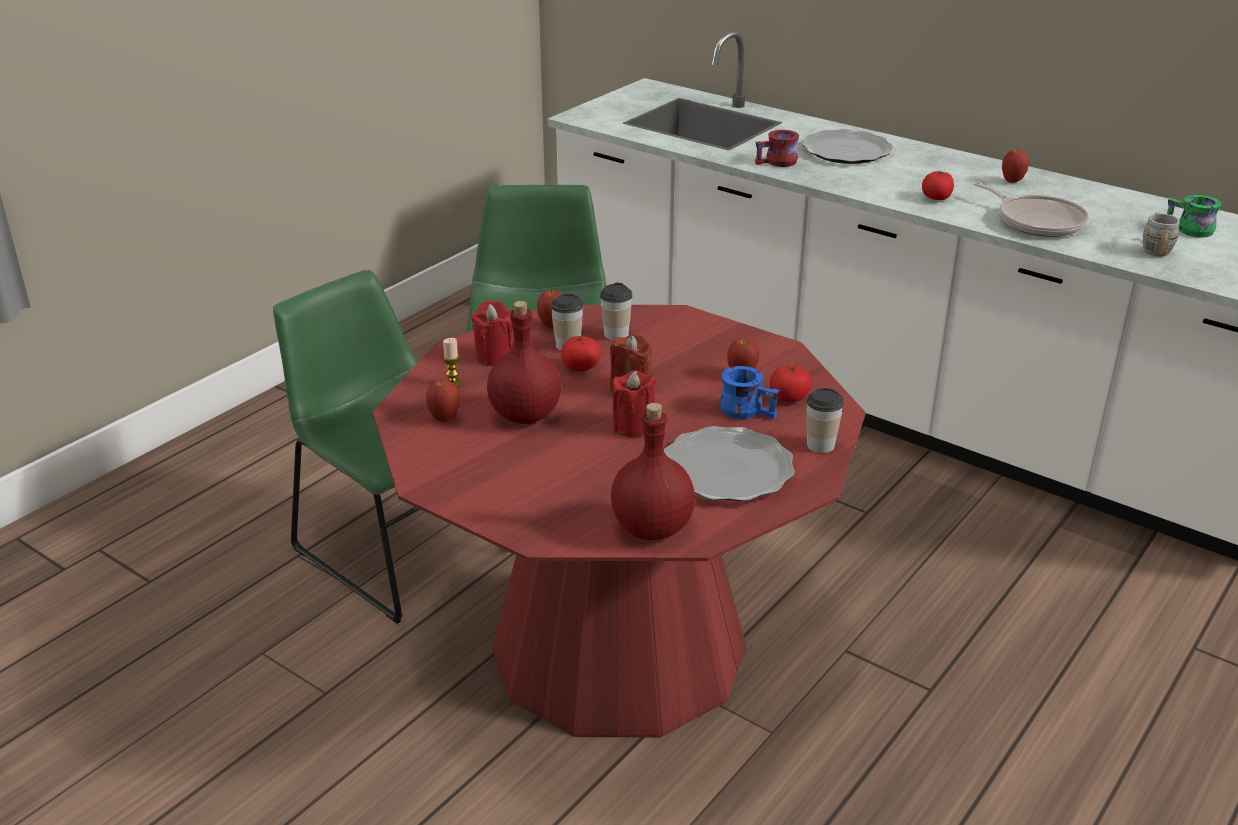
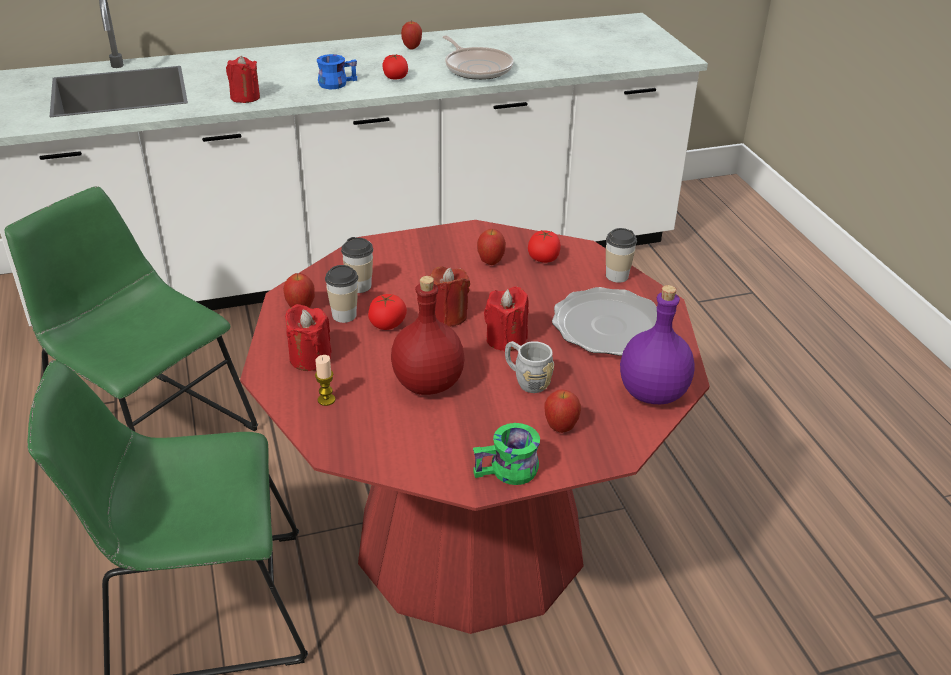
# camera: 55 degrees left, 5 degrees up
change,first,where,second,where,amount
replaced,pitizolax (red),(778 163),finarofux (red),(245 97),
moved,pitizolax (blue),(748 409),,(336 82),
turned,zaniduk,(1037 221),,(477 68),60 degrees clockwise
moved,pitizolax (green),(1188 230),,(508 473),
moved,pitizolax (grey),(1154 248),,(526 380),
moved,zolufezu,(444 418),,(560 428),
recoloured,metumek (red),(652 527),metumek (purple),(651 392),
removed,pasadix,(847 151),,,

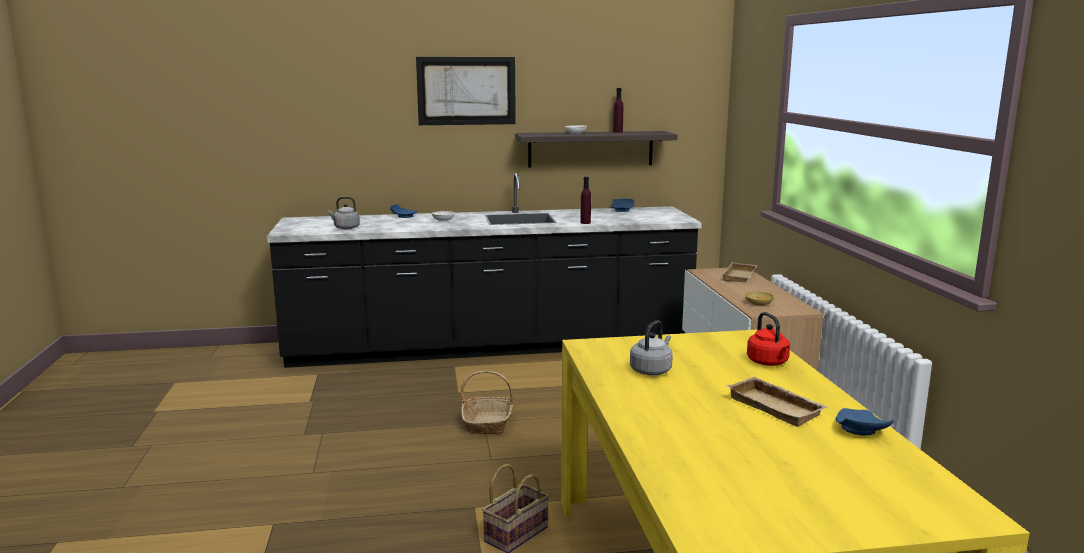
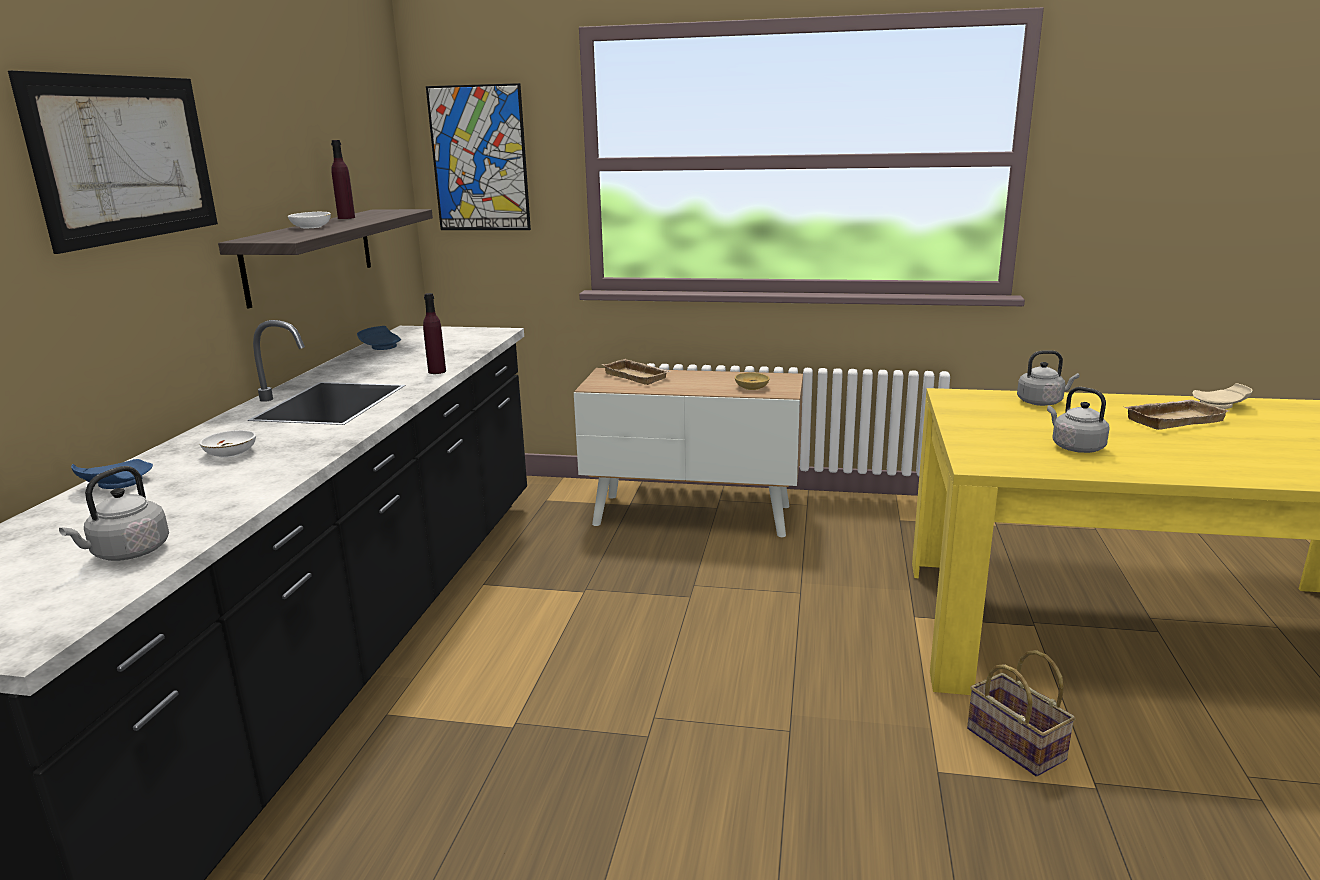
# camera: 70 degrees left, 5 degrees up
change,first,where,second,where,amount
added,,,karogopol,(479 159),
recoloured,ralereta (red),(768 363),ralereta (grey),(1042 402),
recoloured,pasadix (blue),(859 431),pasadix (beige),(1220 405),
removed,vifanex,(488 423),,,

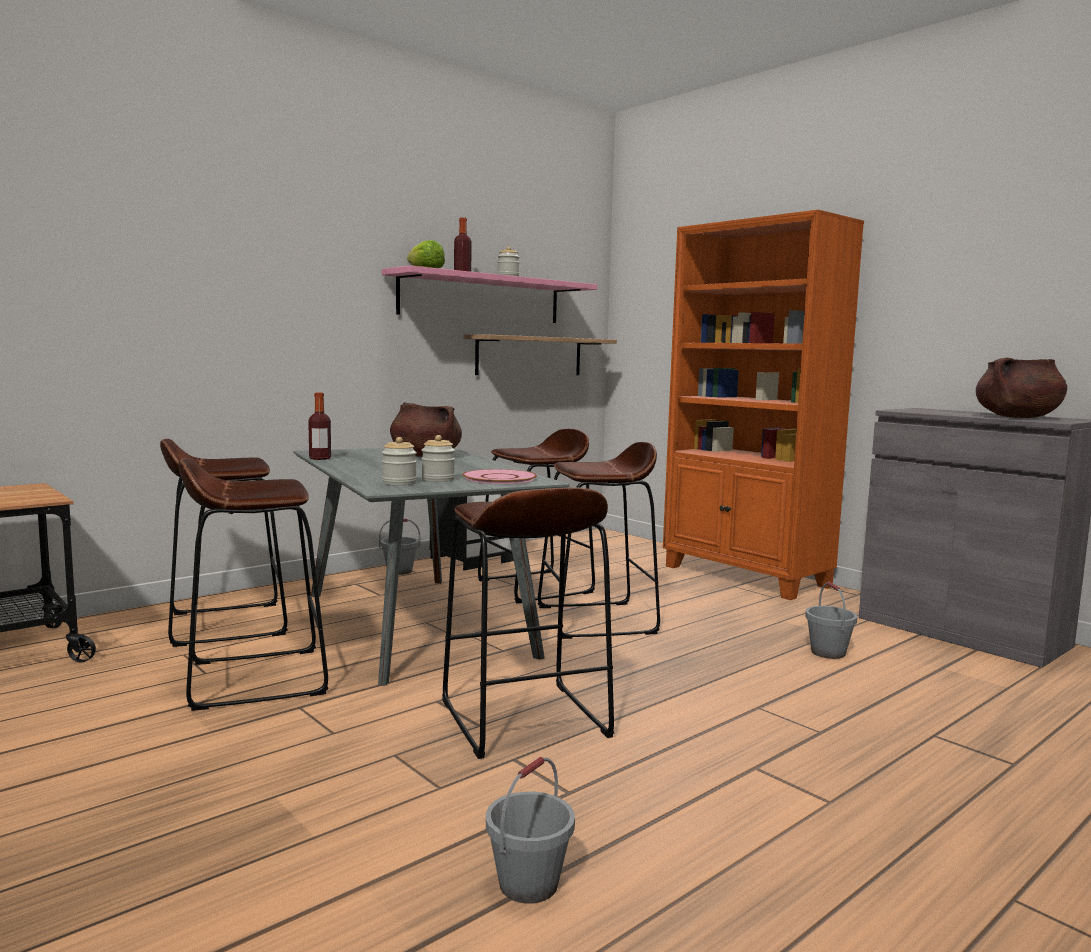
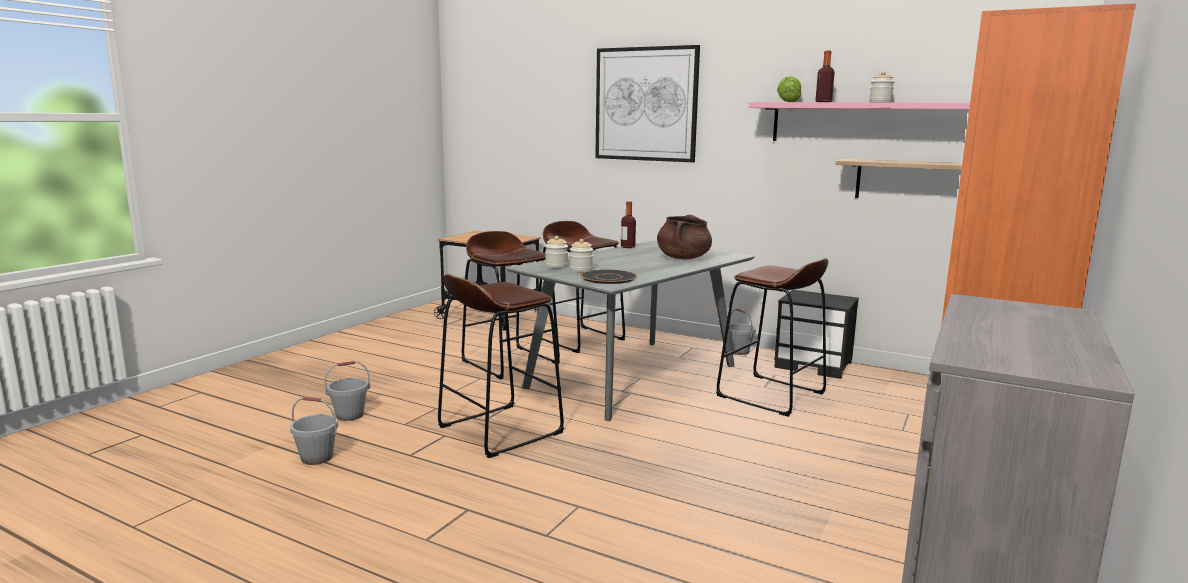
# camera: 70 degrees right, 5 degrees up
change,first,where,second,where,amount
moved,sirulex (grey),(827 652),,(350 415),
recoloured,pasadix (pink),(499 478),pasadix (black),(608 278),
added,,,karogopol,(646 104),
removed,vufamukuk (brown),(596 620),,,
removed,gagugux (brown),(1017 417),,,

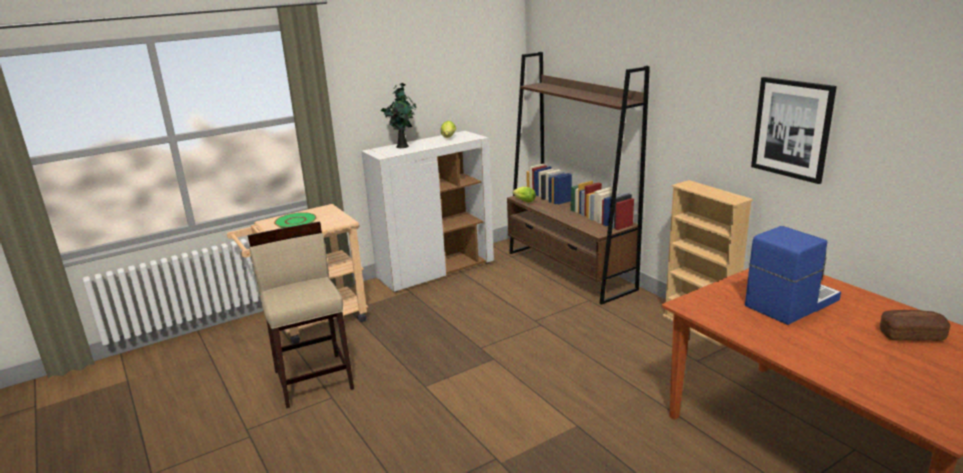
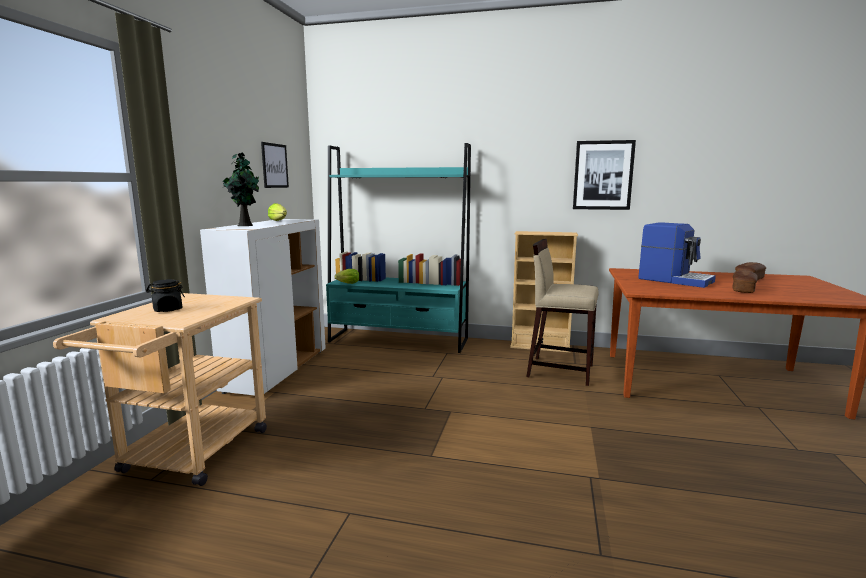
# camera: 45 degrees left, 10 degrees down
change,first,where,second,where,amount
replaced,pasadix (green),(296 221),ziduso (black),(167 309),
added,,,karogopol,(274 165),
recoloured,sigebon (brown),(569 270),sigebon (turquoise),(398 340),
moved,vufamukuk (beige),(314 379),,(559 370),
turned,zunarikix,(790 303),,(675 280),120 degrees clockwise
added,,,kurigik,(743 289),

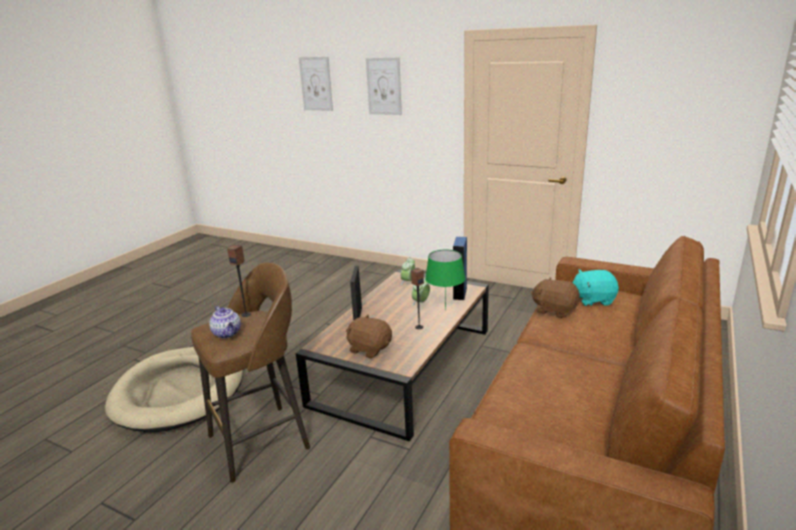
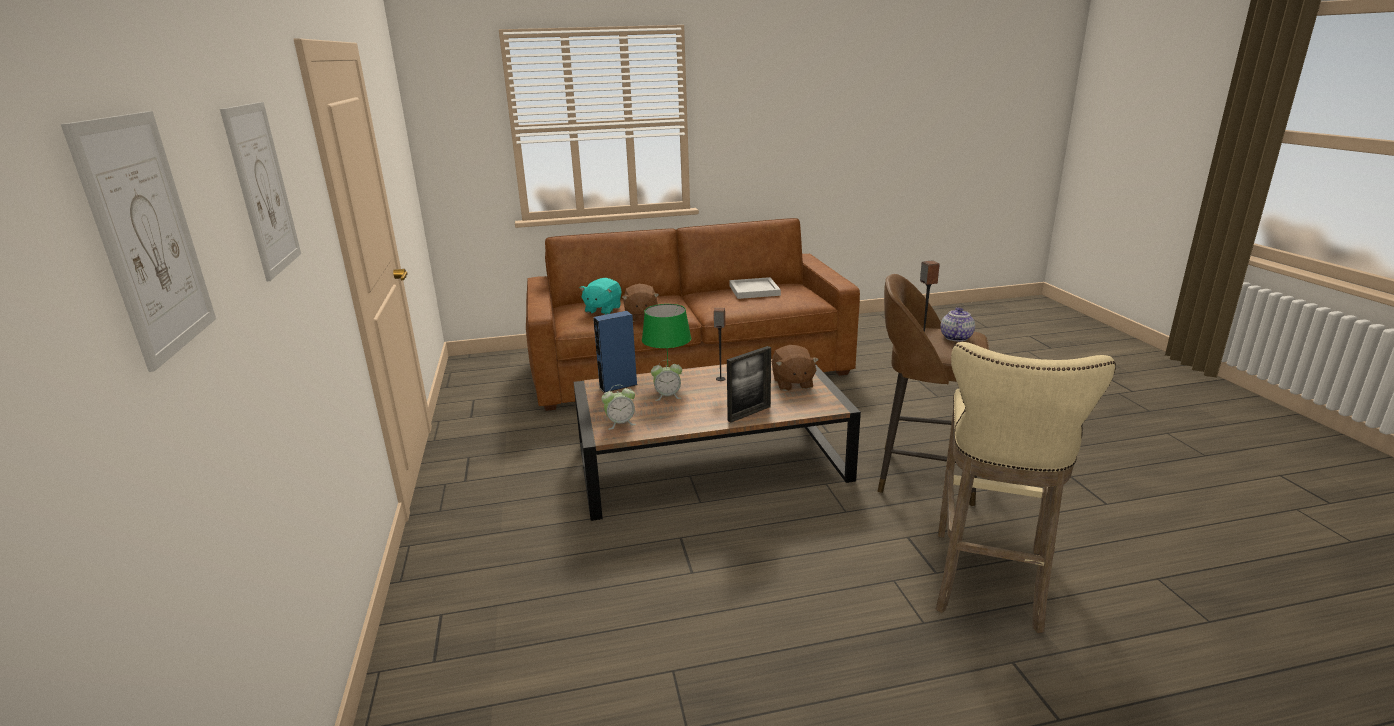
# camera: 130 degrees left, 0 degrees up
change,first,where,second,where,amount
turned,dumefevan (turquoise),(593 300),,(602 310),60 degrees clockwise
added,,,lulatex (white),(753 291),
replaced,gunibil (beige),(180 391),vufamukuk (beige),(988 584),

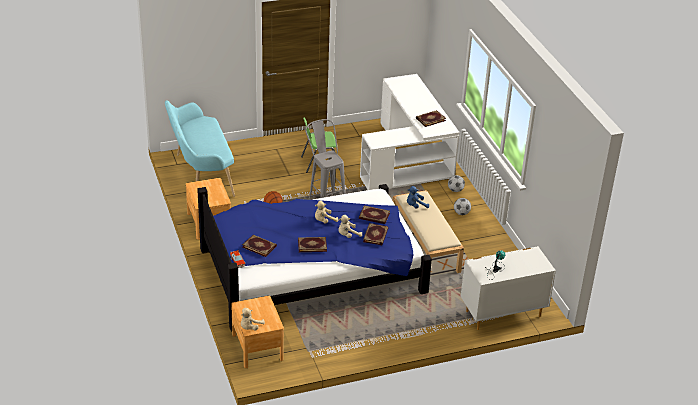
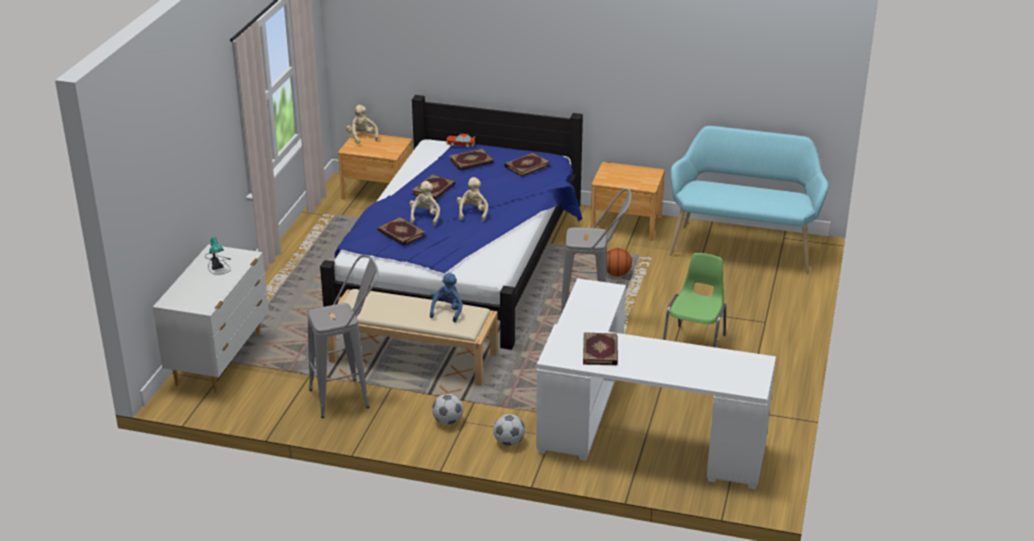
# camera: 125 degrees right, 5 degrees down
change,first,where,second,where,amount
added,,,vufamukuk (grey),(349 396),
moved,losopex,(374 216),,(526 166),

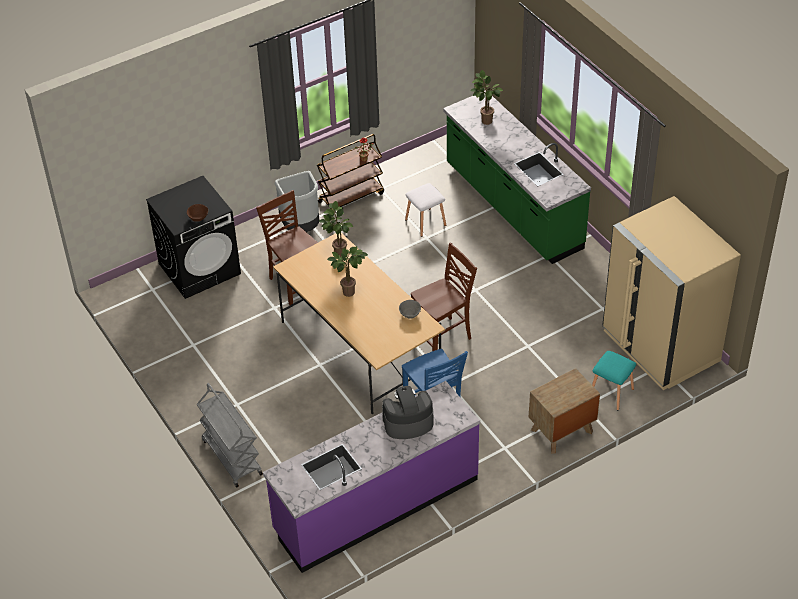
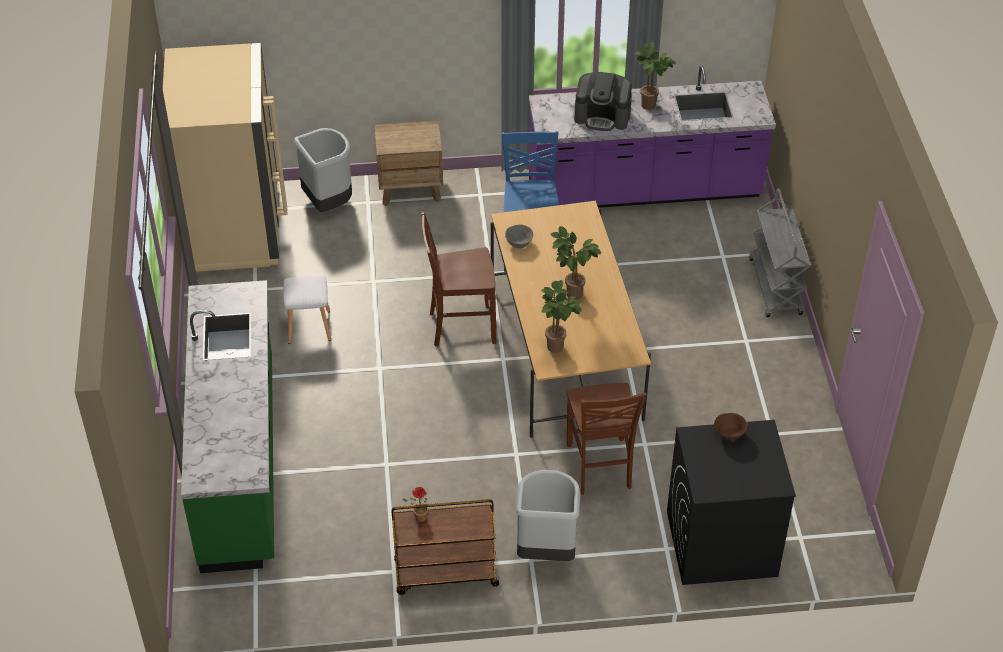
# camera: 155 degrees left, 0 degrees up
change,first,where,second,where,amount
moved,vufamukuk (white),(426 222),,(308 326),
replaced,vufamukuk (turquoise),(612 392),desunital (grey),(328 203),
moved,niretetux,(484 121),,(651 106),

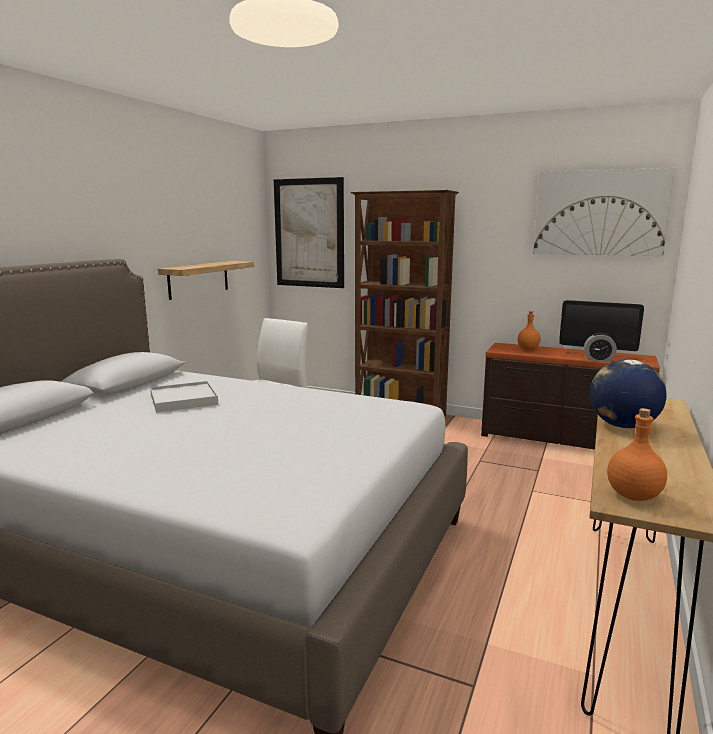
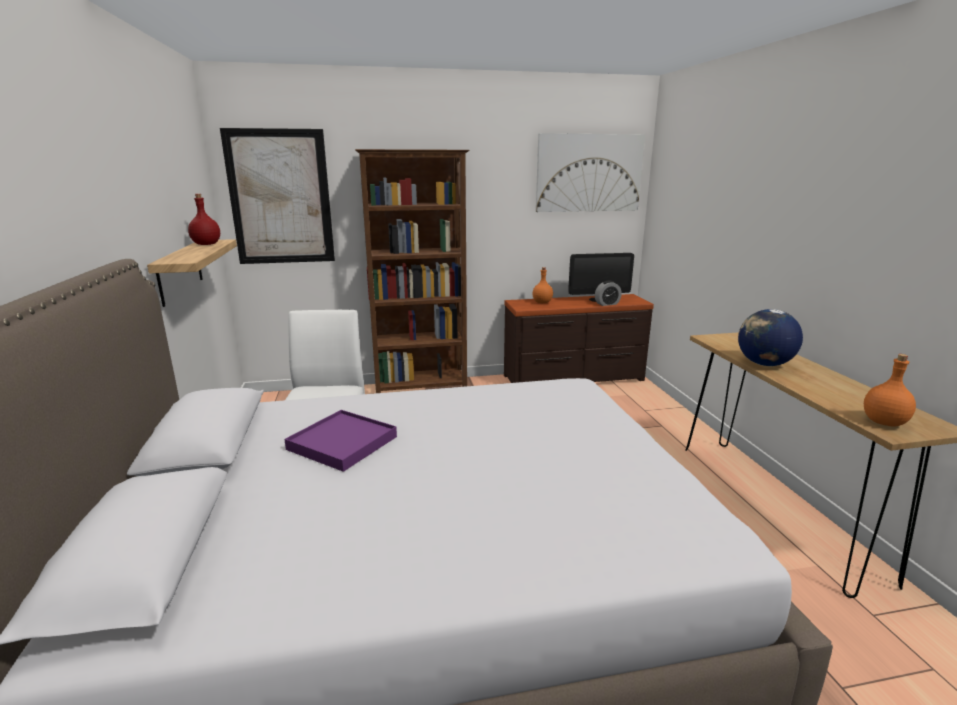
# camera: 35 degrees left, 5 degrees up
change,first,where,second,where,amount
added,,,metumek (red),(206 244),
recoloured,lulatex (white),(184 400),lulatex (purple),(342 443),

